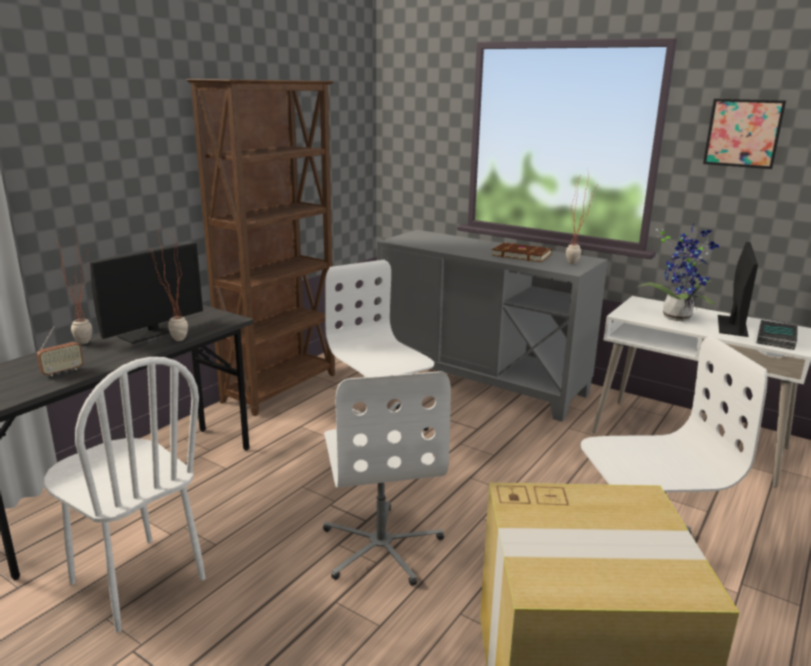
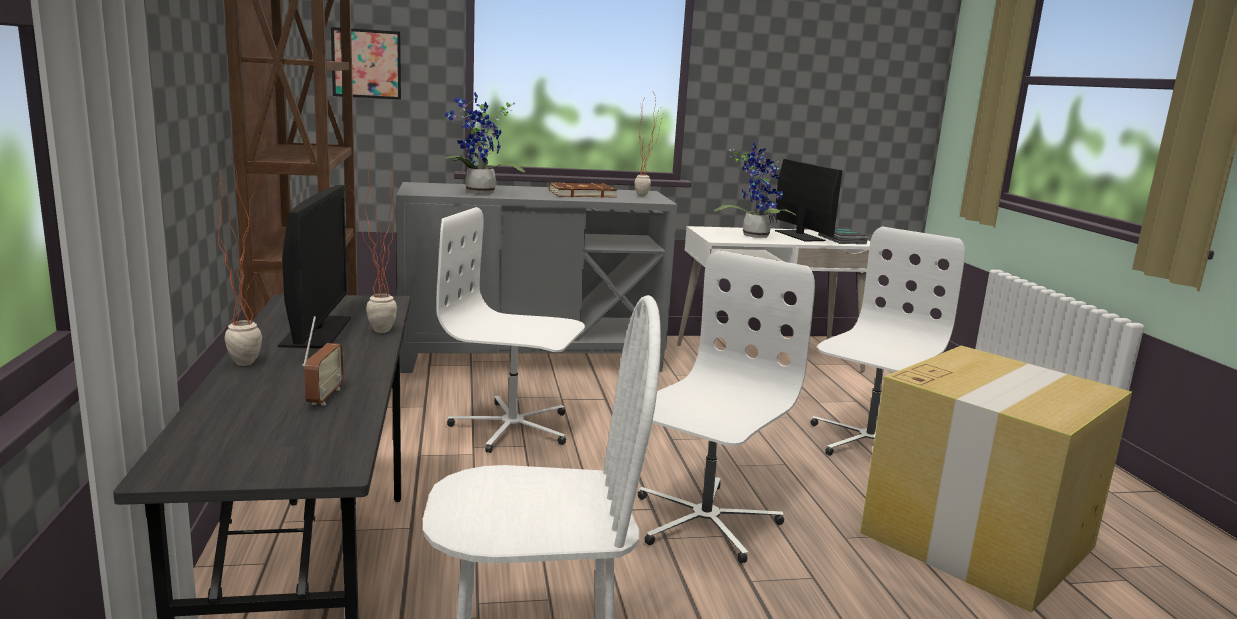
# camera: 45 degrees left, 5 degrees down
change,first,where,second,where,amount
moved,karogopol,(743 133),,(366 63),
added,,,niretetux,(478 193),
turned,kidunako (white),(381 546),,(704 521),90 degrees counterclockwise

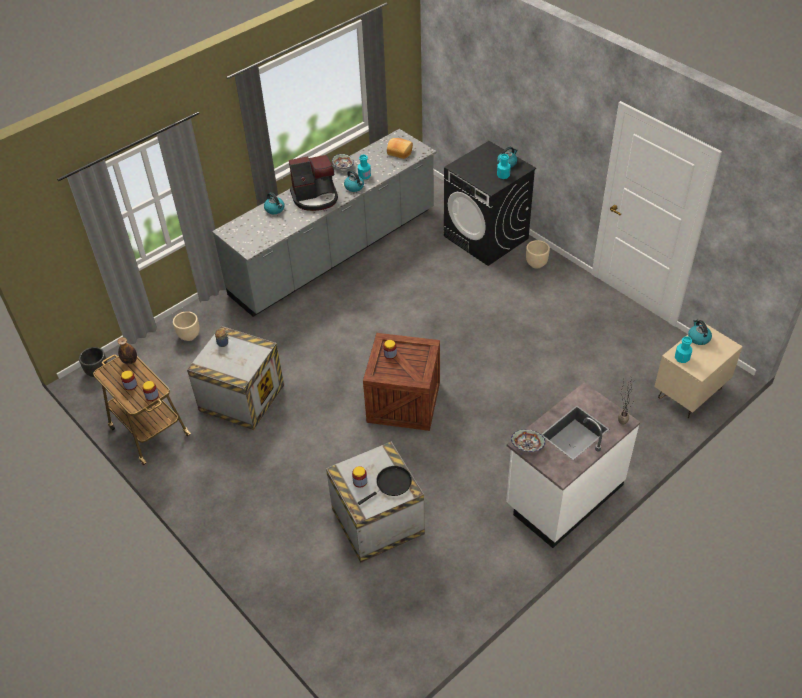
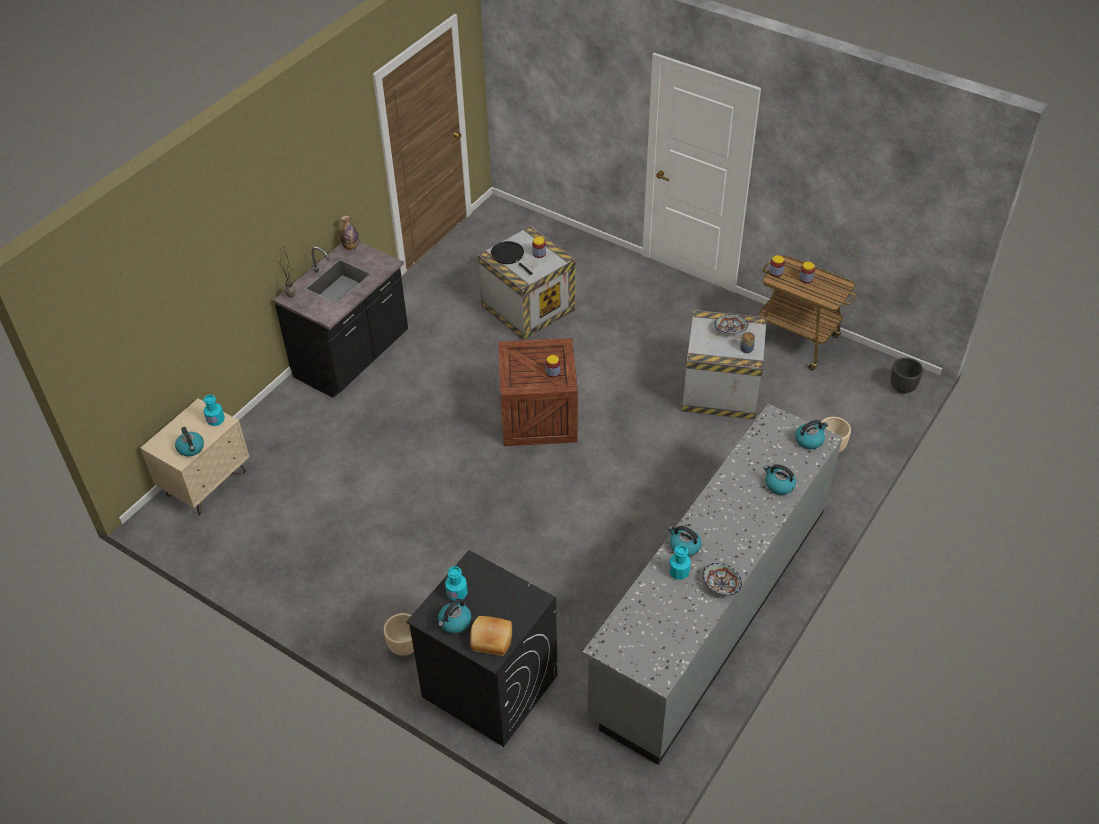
# camera: 165 degrees right, 0 degrees up
change,first,where,second,where,amount
recoloured,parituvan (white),(563 495),parituvan (black),(353 358),
moved,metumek,(130 361),,(351 247),
moved,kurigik,(400 152),,(491 641),
turned,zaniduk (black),(391 484),,(509 256),105 degrees clockwise
moved,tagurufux,(527 446),,(730 330),
added,,,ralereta,(809 440),
removed,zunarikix,(315 197),,,

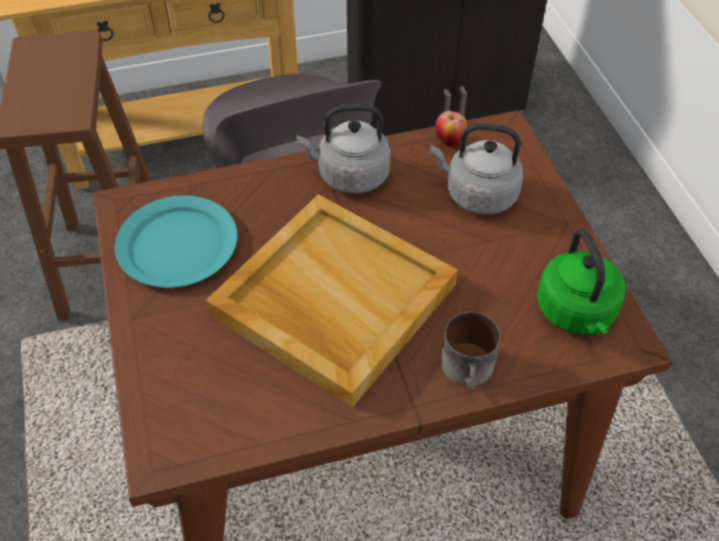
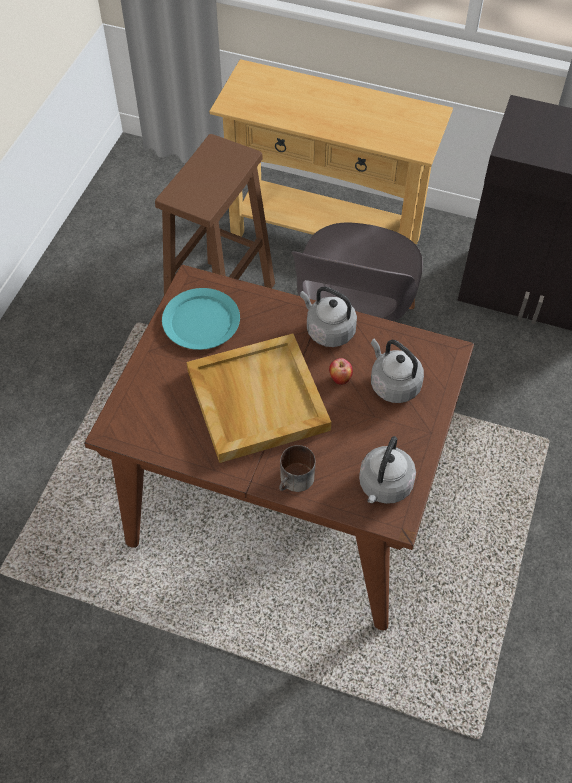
# camera: 35 degrees right, 5 degrees up
change,first,where,second,where,amount
moved,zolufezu,(449 142),,(340 379),
recoloured,ralereta (green),(576 313),ralereta (grey),(384 486),

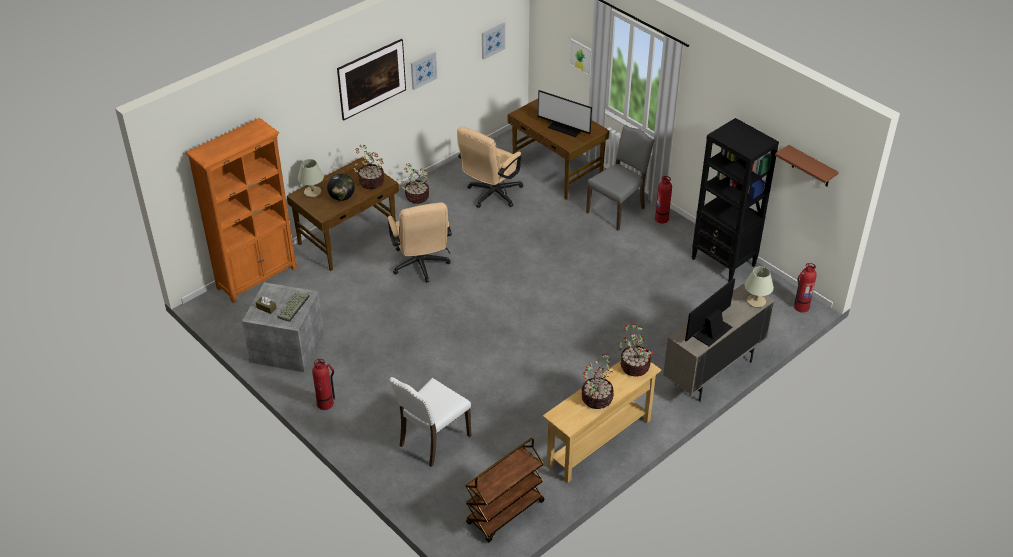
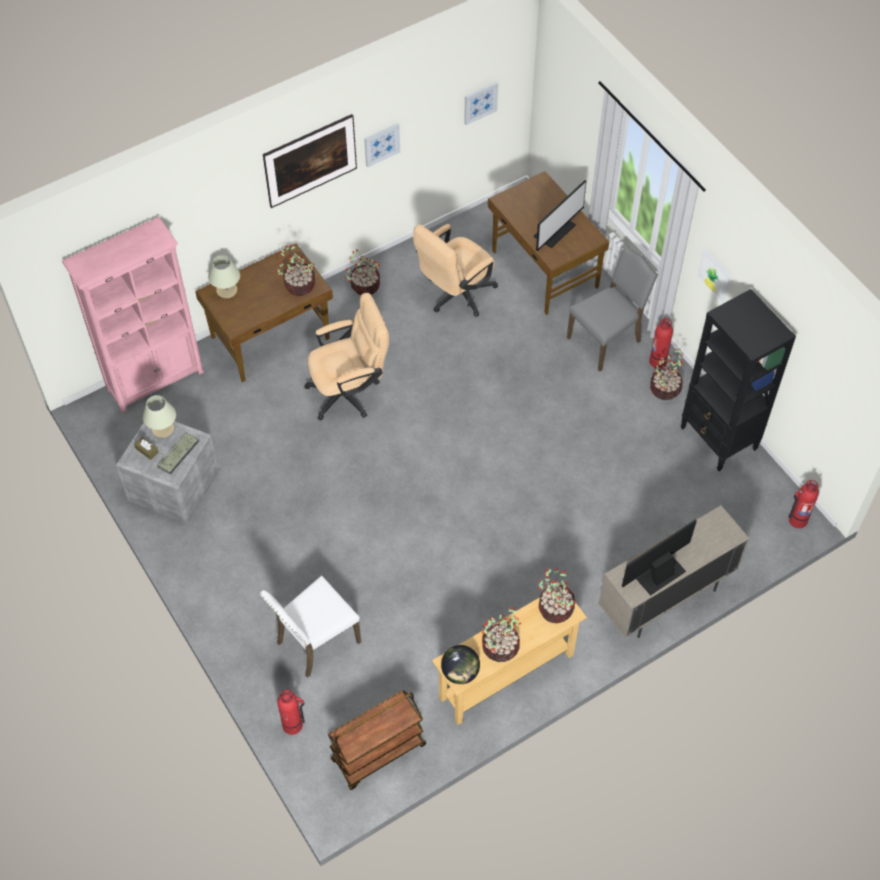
# camera: 10 degrees right, 15 degrees up
change,first,where,second,where,amount
recoloured,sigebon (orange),(257 277),sigebon (pink),(156 380),
moved,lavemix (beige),(755 301),,(163 428),
moved,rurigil,(325 403),,(293 725),
turned,kidunako (beige),(421 266),,(350 391),105 degrees counterclockwise
moved,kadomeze,(342 197),,(460 672),
turned,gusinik,(565 128),,(555 231),90 degrees counterclockwise
added,,,niretetux,(665 388),
moved,karogopol,(581 56),,(714 275),
removed,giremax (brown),(811 167),,,

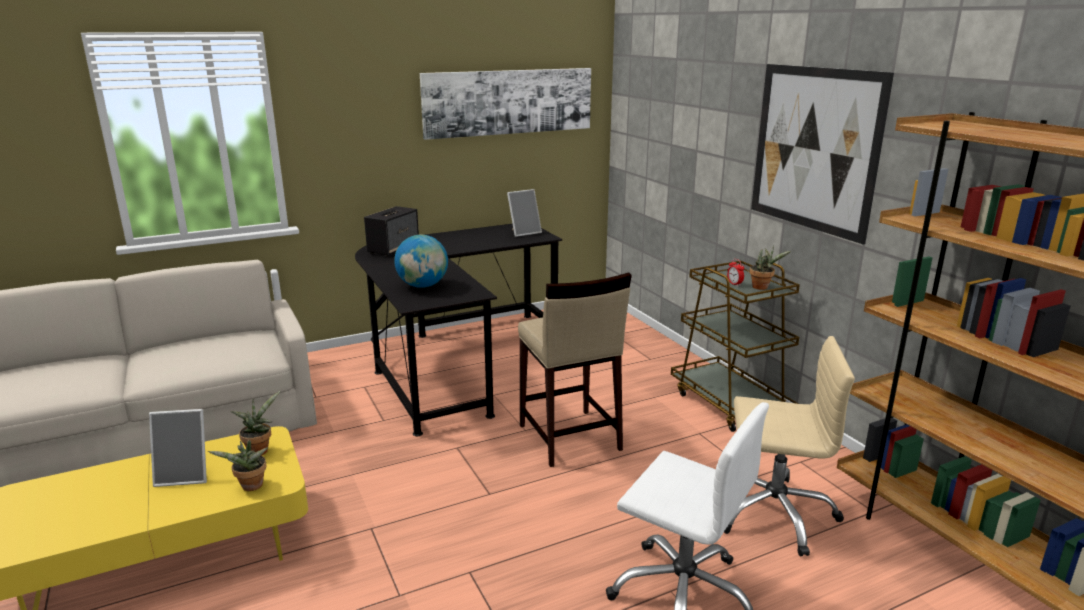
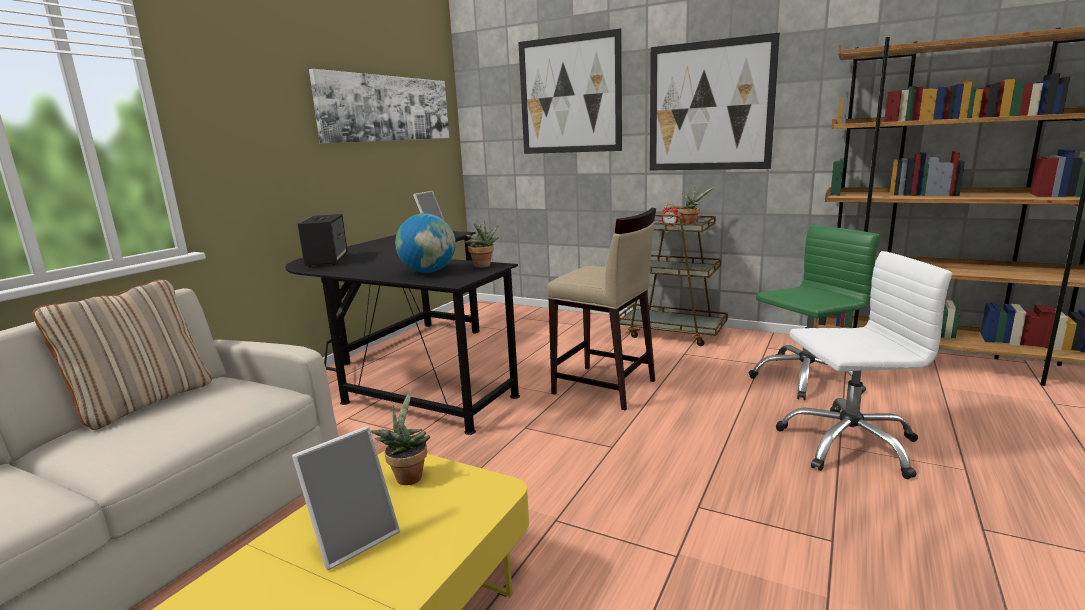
# camera: 35 degrees left, 5 degrees down
change,first,where,second,where,amount
added,,,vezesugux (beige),(144 402),
moved,niretetux,(250 487),,(483 266),
added,,,karogopol,(569 95),
recoloured,kidunako (beige),(773 512),kidunako (green),(805 378),

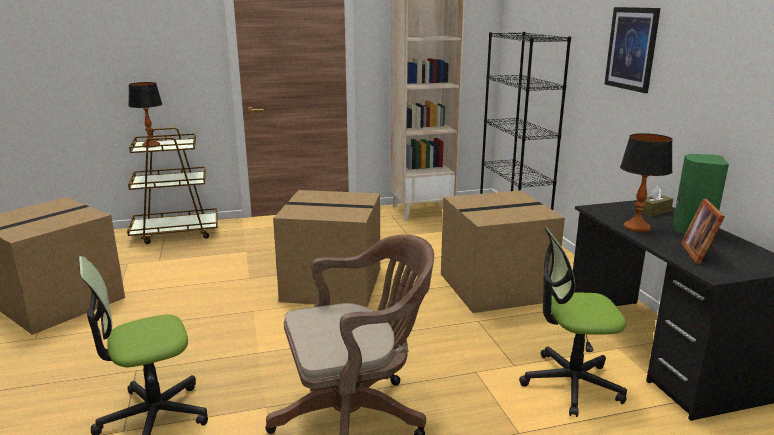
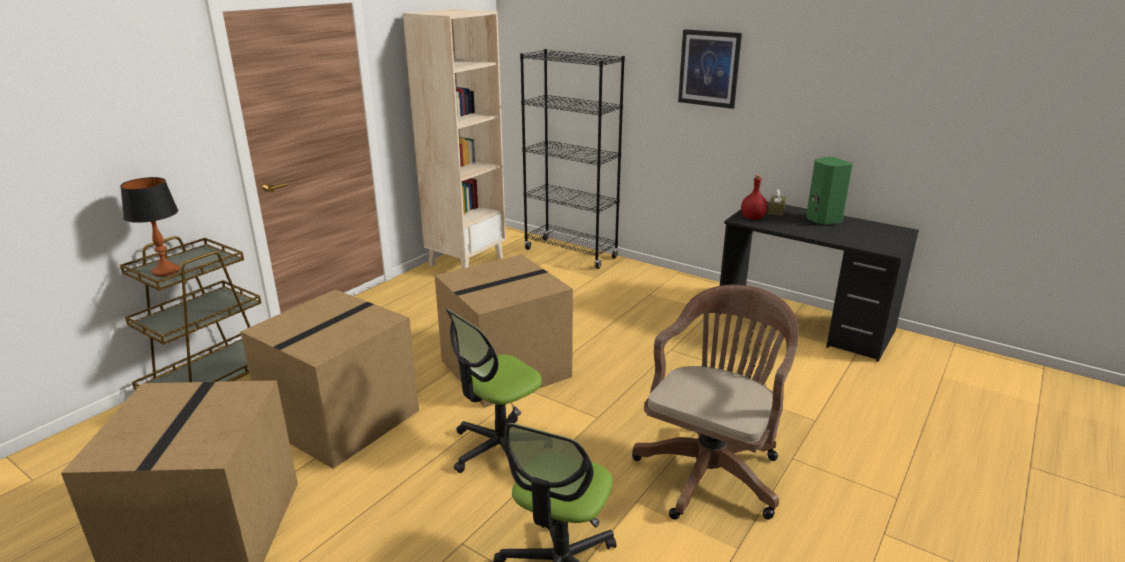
# camera: 40 degrees left, 5 degrees up
change,first,where,second,where,amount
moved,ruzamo,(494 288),,(341 420),
moved,kidunako,(570 384),,(499 449),
added,,,metumek (red),(752 218),
removed,lavemix,(636 228),,,
removed,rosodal,(701 253),,,

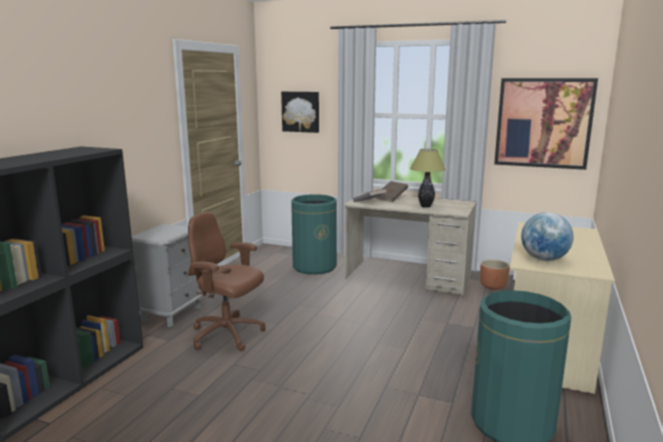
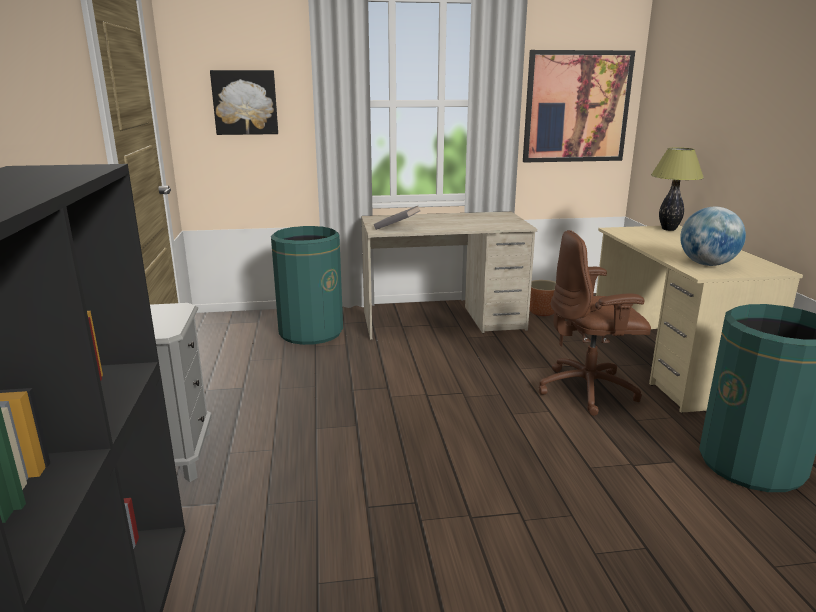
# camera: 30 degrees left, 5 degrees up
change,first,where,second,where,amount
moved,kidunako (brown),(228 335),,(589 390),
moved,lavemix,(426 206),,(669 229),
removed,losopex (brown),(391 198),,,

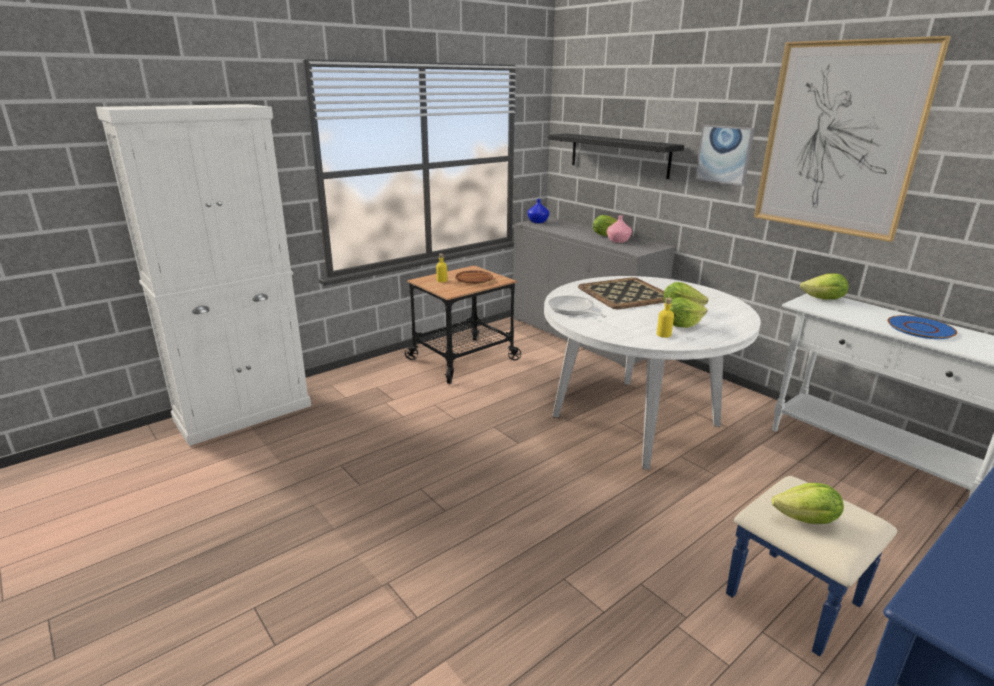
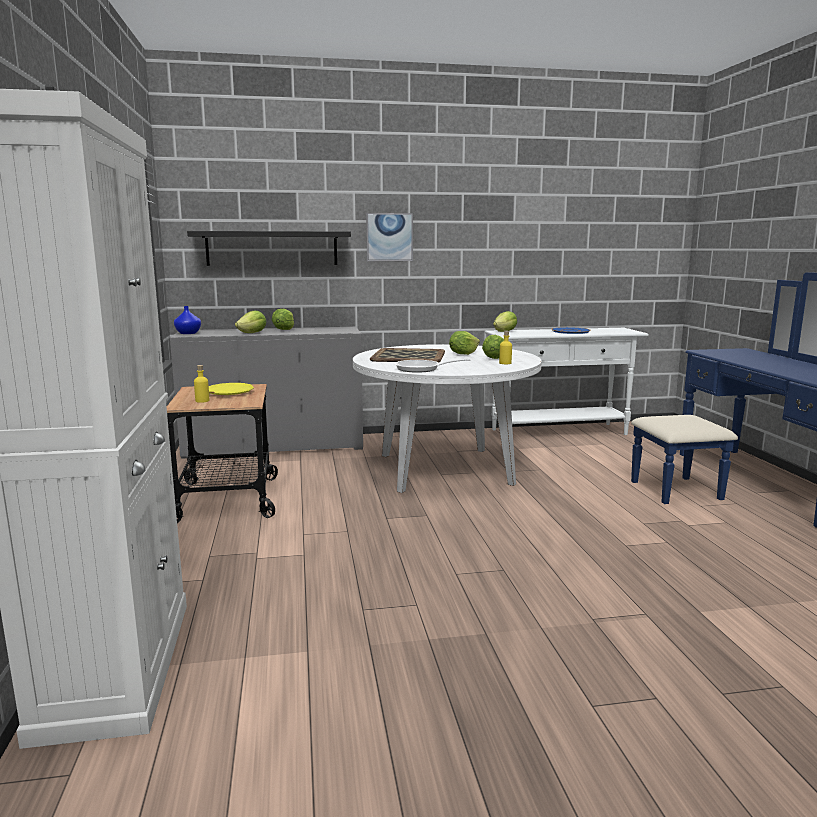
# camera: 60 degrees left, 10 degrees down
change,first,where,second,where,amount
recoloured,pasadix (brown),(474 280),pasadix (yellow),(229 392),
moved,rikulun,(806 520),,(252 333),
removed,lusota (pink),(617 241),,,
removed,karogopol,(839 139),,,

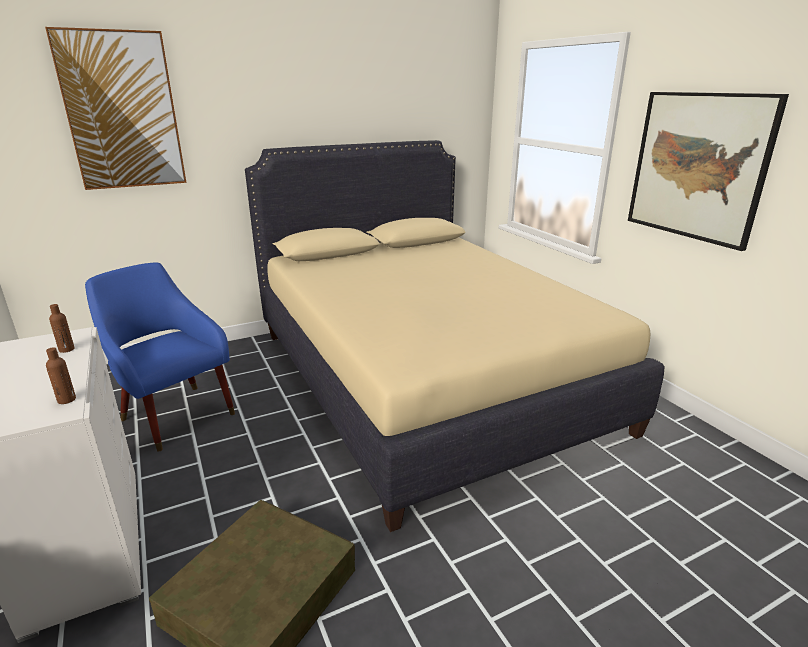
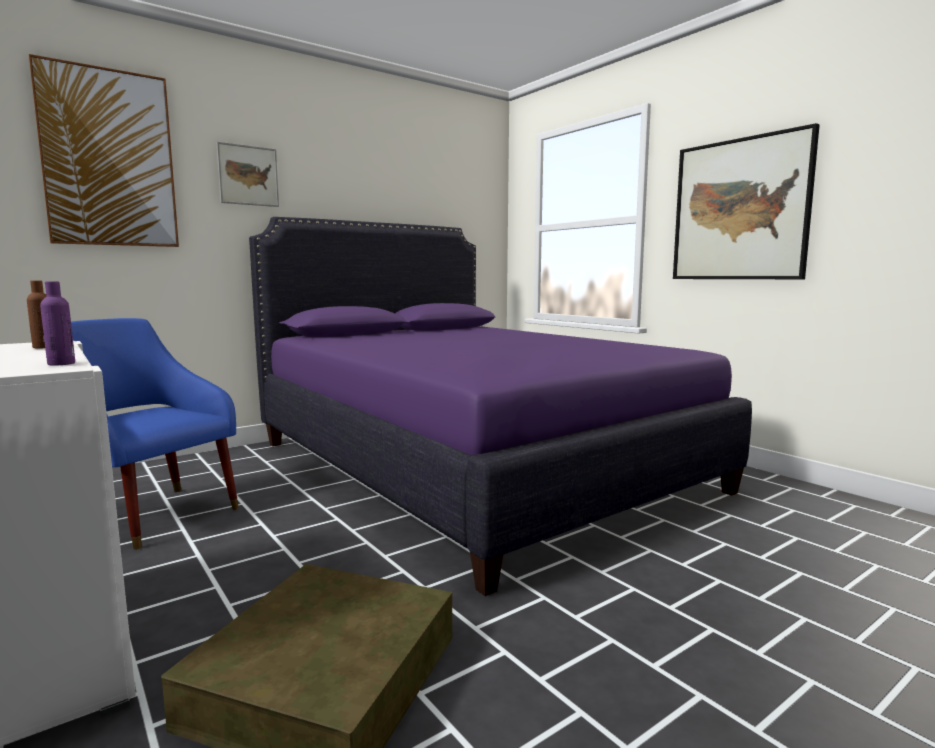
# camera: 10 degrees left, 15 degrees down
change,first,where,second,where,amount
recoloured,metumek (brown),(66 400),metumek (purple),(61 363),
added,,,karogopol,(248 175),
recoloured,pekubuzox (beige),(424 378),pekubuzox (purple),(471 465),

